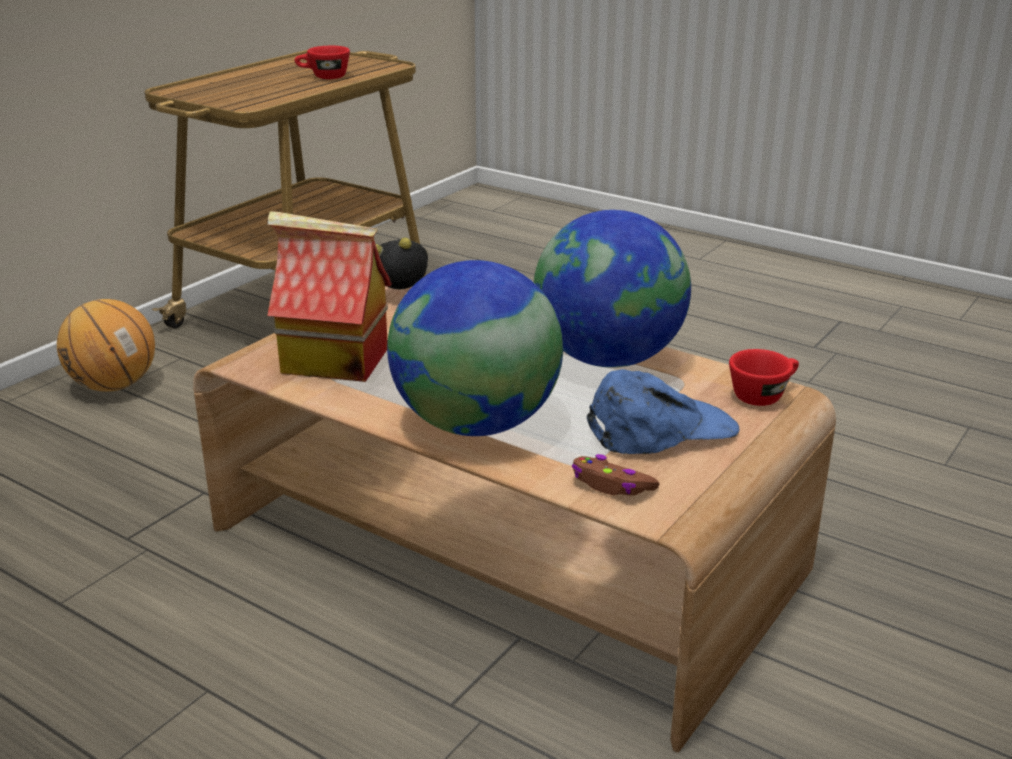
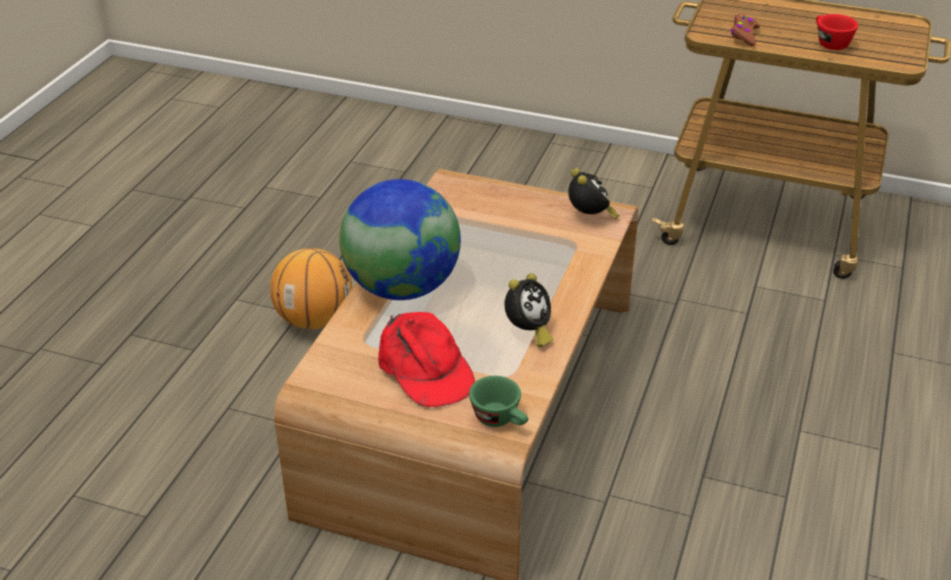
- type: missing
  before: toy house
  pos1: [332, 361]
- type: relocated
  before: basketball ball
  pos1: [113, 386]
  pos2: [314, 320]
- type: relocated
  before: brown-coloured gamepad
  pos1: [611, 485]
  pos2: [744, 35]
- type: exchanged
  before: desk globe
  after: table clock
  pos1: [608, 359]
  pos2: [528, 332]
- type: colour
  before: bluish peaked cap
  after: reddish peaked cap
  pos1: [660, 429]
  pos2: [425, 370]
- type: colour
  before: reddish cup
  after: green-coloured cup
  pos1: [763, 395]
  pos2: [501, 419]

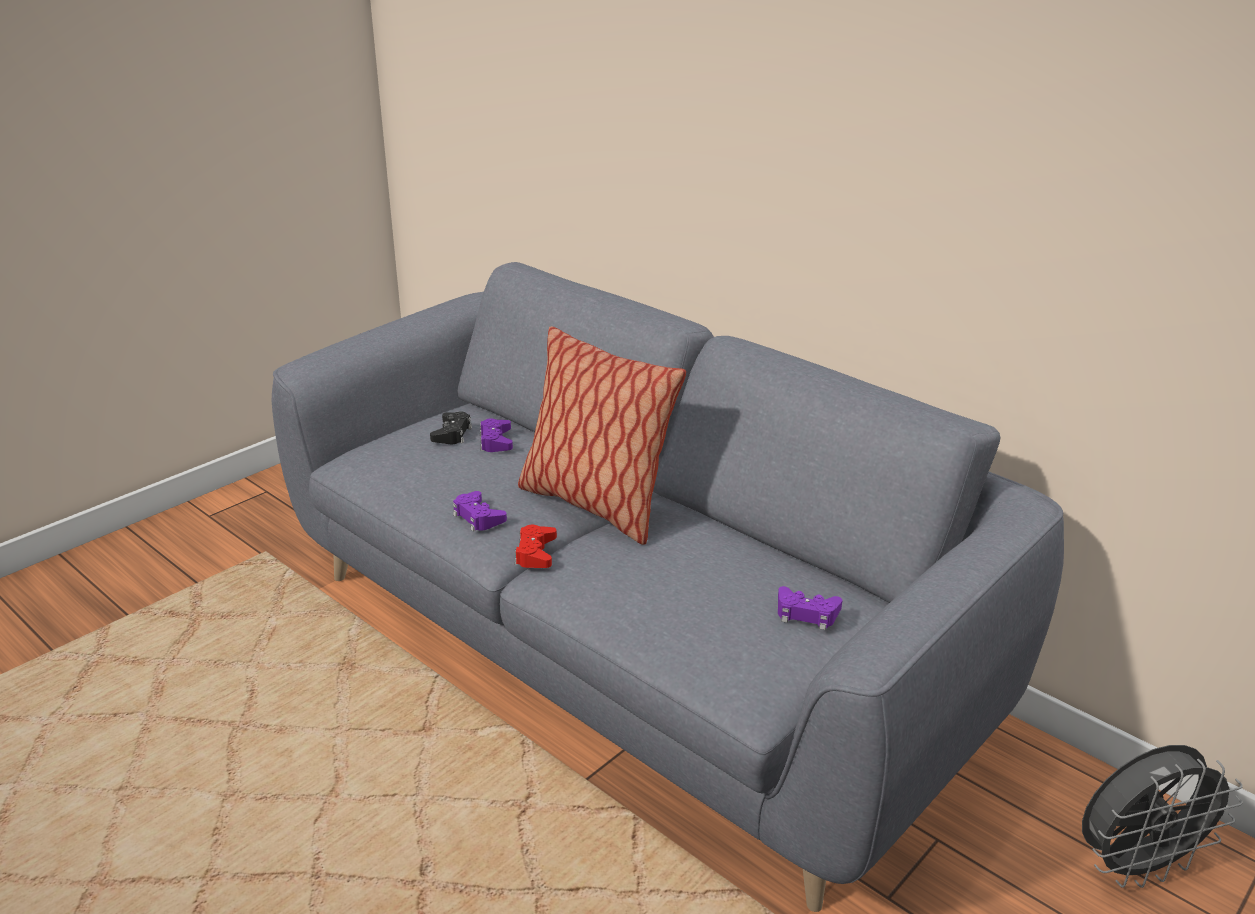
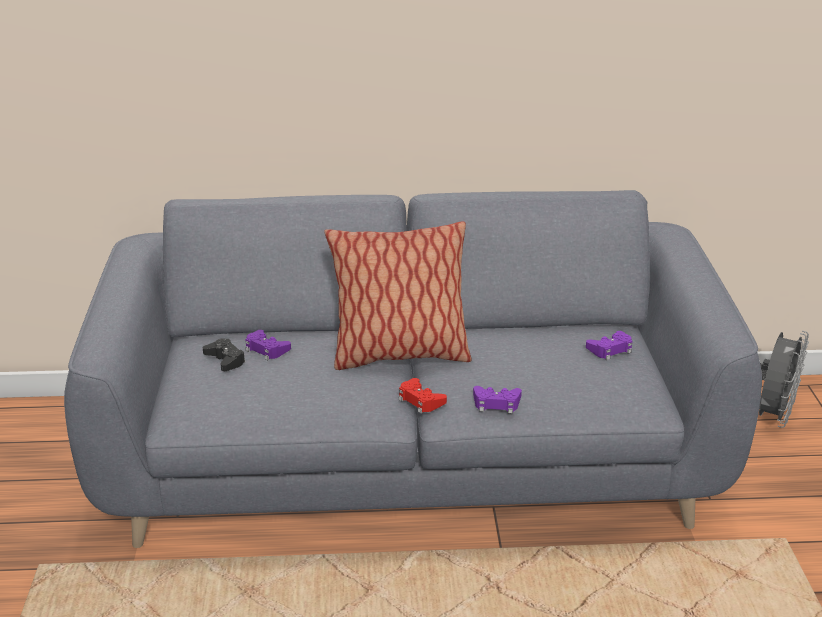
- type: relocated
  before: purple-coloured gamepad
  pos1: [478, 517]
  pos2: [496, 403]

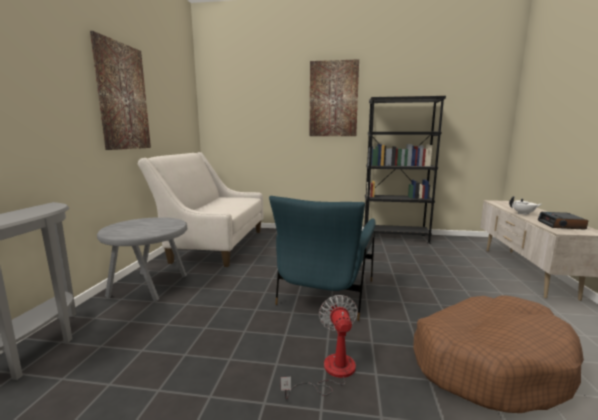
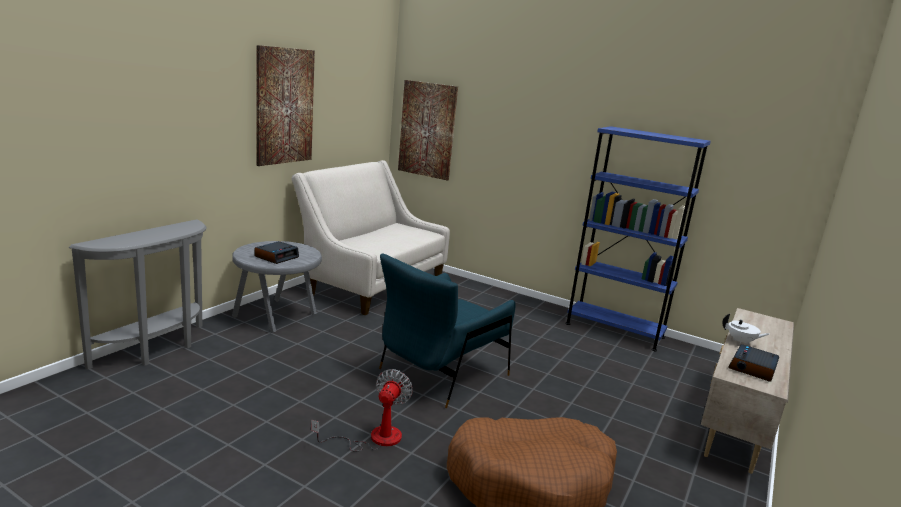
- type: appeared
  after: table clock
  pos2: [276, 257]
- type: relocated
  before: wall picture
  pos1: [333, 99]
  pos2: [427, 130]
- type: colour
  before: blackish bookcase
  after: bluish bookcase
  pos1: [395, 237]
  pos2: [614, 330]

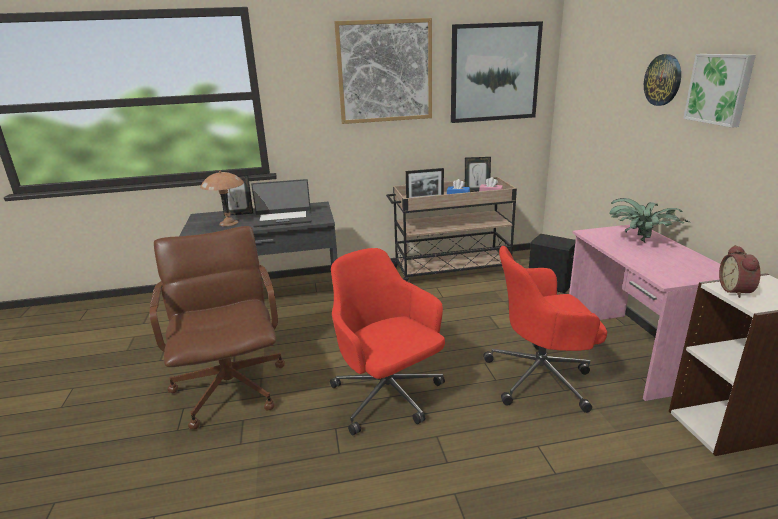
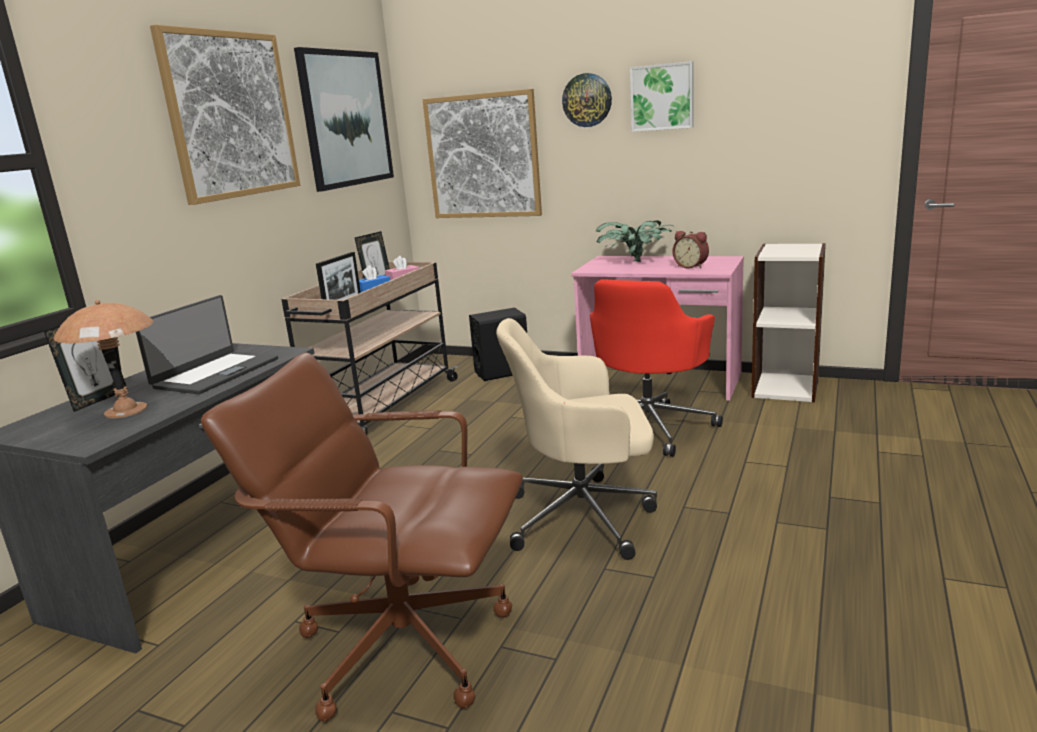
- type: appeared
  after: wall picture
  pos2: [483, 156]
- type: relocated
  before: table clock
  pos1: [737, 291]
  pos2: [691, 266]
- type: colour
  before: reddish computer chair
  after: beige-coloured computer chair
  pos1: [388, 397]
  pos2: [584, 516]

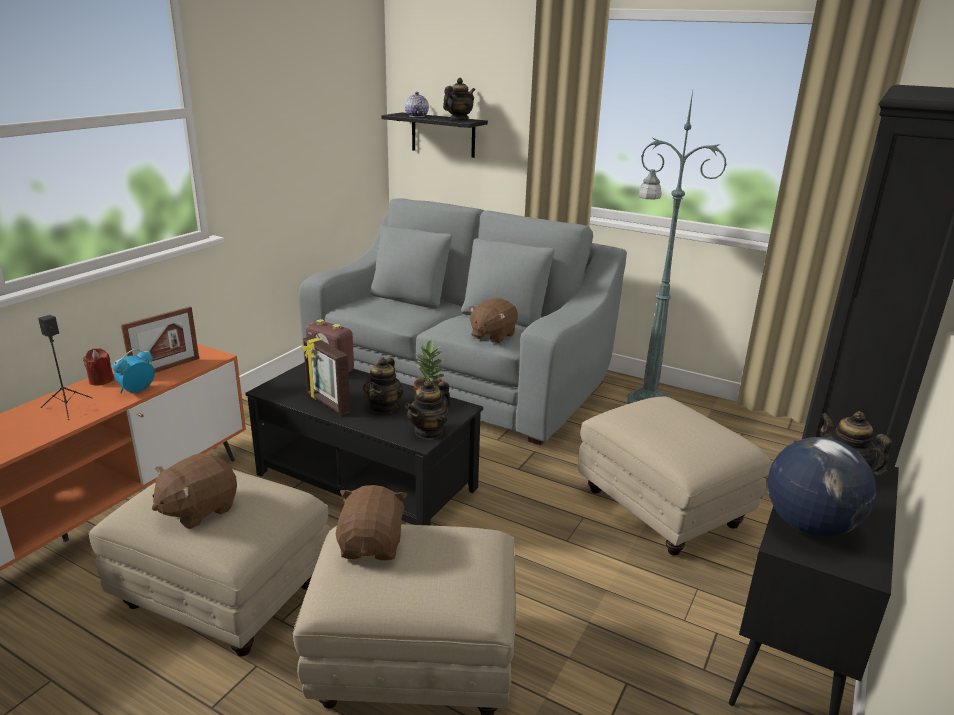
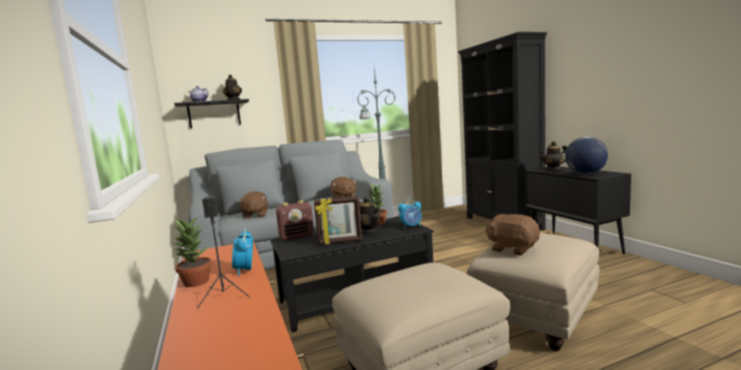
- type: missing
  before: photo frame
  pos1: [166, 368]
- type: missing
  before: beige-coloured footrest
  pos1: [663, 510]
- type: relocated
  before: brown-coloured plush toy
  pos1: [198, 509]
  pos2: [255, 215]
- type: exchanged
  before: reddish wax candle
  after: potted plant
  pos1: [101, 380]
  pos2: [195, 282]
- type: exchanged
  before: tea pot
  after: table clock
  pos1: [429, 432]
  pos2: [411, 226]

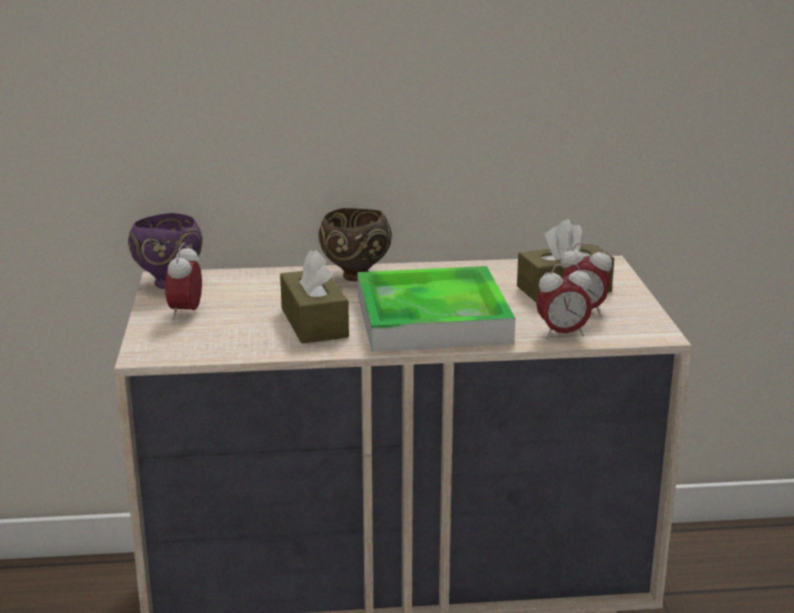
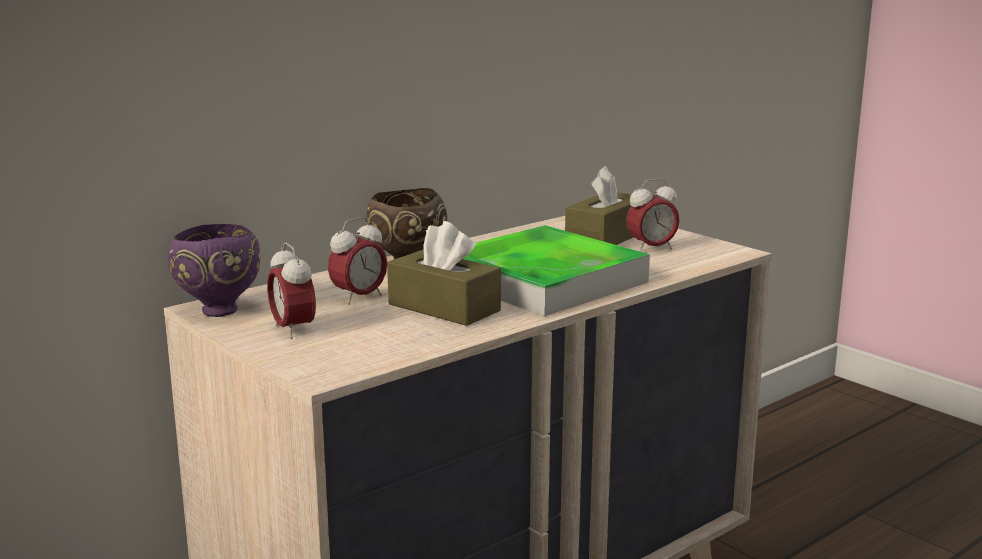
- type: relocated
  before: table clock
  pos1: [562, 334]
  pos2: [359, 298]

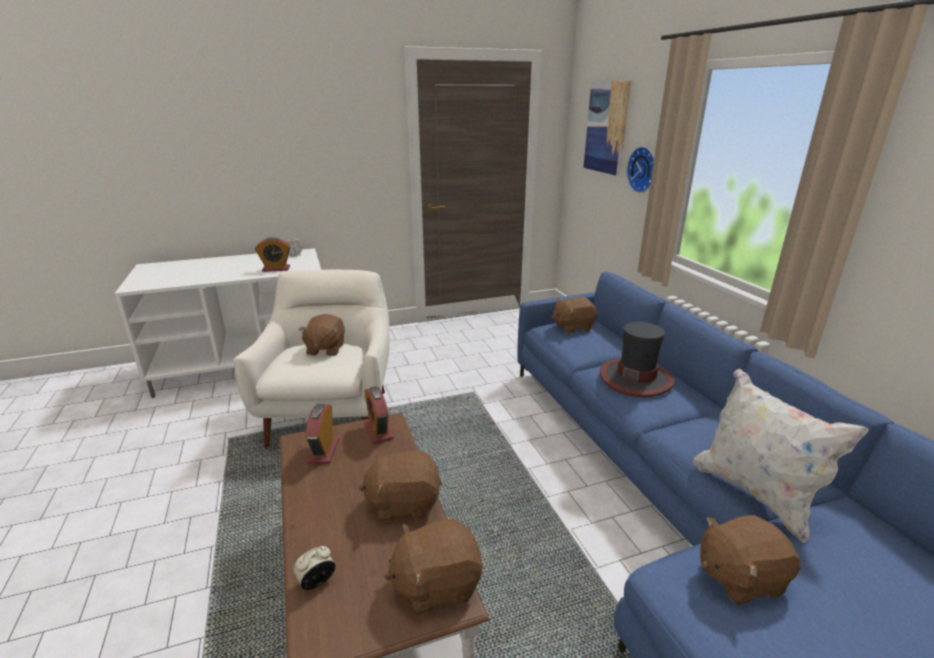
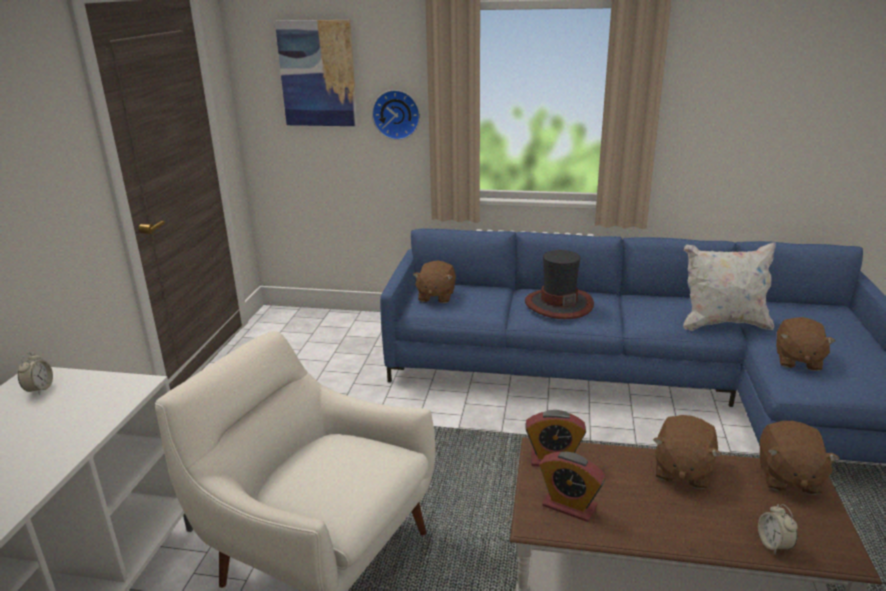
- type: missing
  before: table clock
  pos1: [276, 269]
- type: missing
  before: brown-coloured plush toy
  pos1: [325, 349]

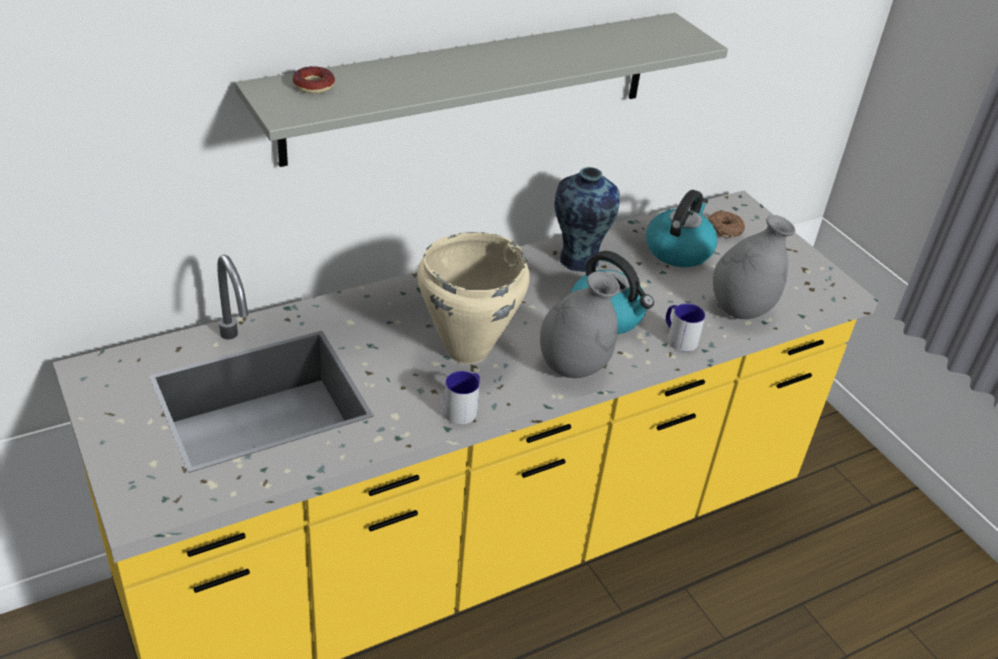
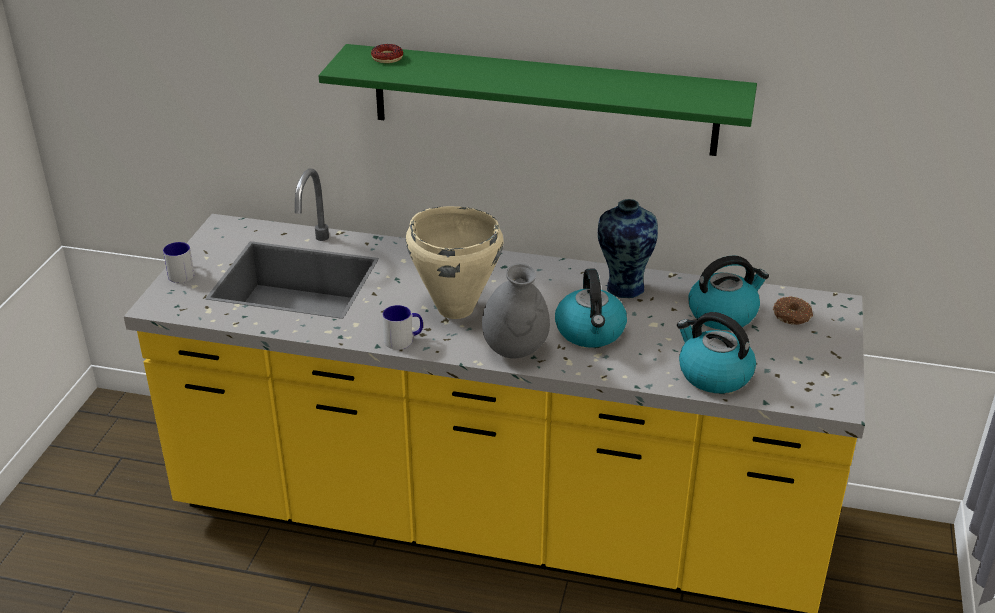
- type: relocated
  before: mug
  pos1: [678, 338]
  pos2: [183, 272]
- type: exchanged
  before: greyish flower vase
  after: kettle
  pos1: [740, 309]
  pos2: [713, 374]
- type: colour
  before: greyish wall shelf
  after: green-coloured wall shelf
  pos1: [472, 87]
  pos2: [543, 100]

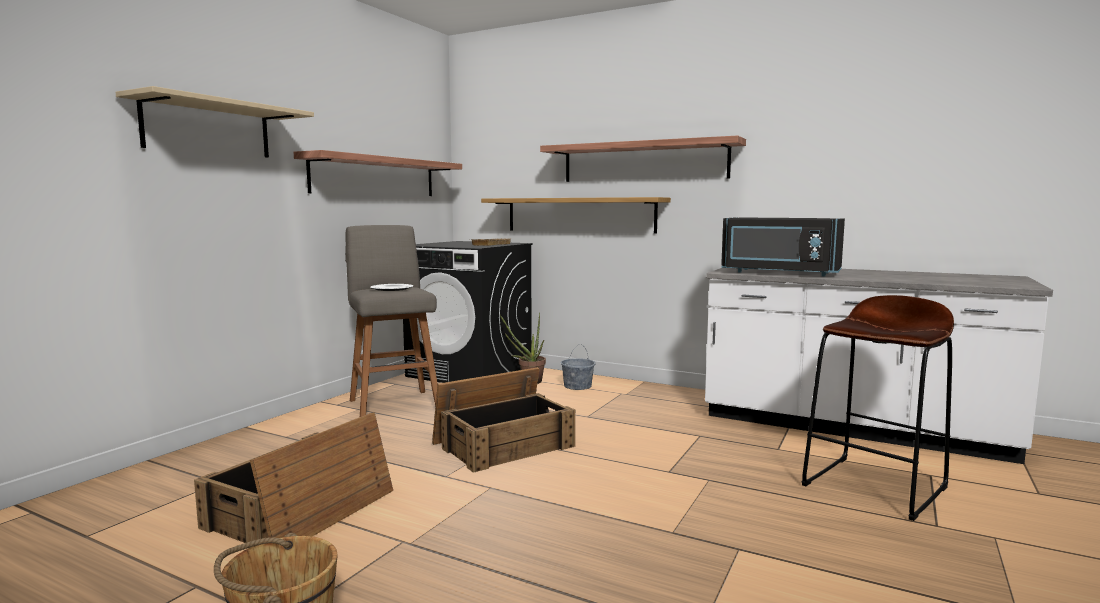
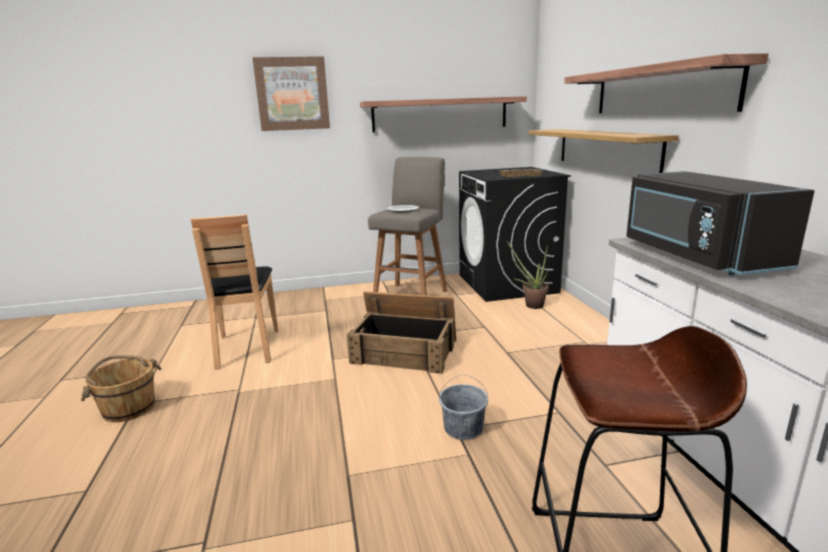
- type: relocated
  before: greyish pail
  pos1: [577, 386]
  pos2: [464, 428]
- type: exchanged
  before: beige-coloured wall shelf
  after: wall picture
  pos1: [208, 129]
  pos2: [292, 94]
- type: exchanged
  before: packing crate
  after: brown-coloured chair
  pos1: [301, 510]
  pos2: [247, 348]

